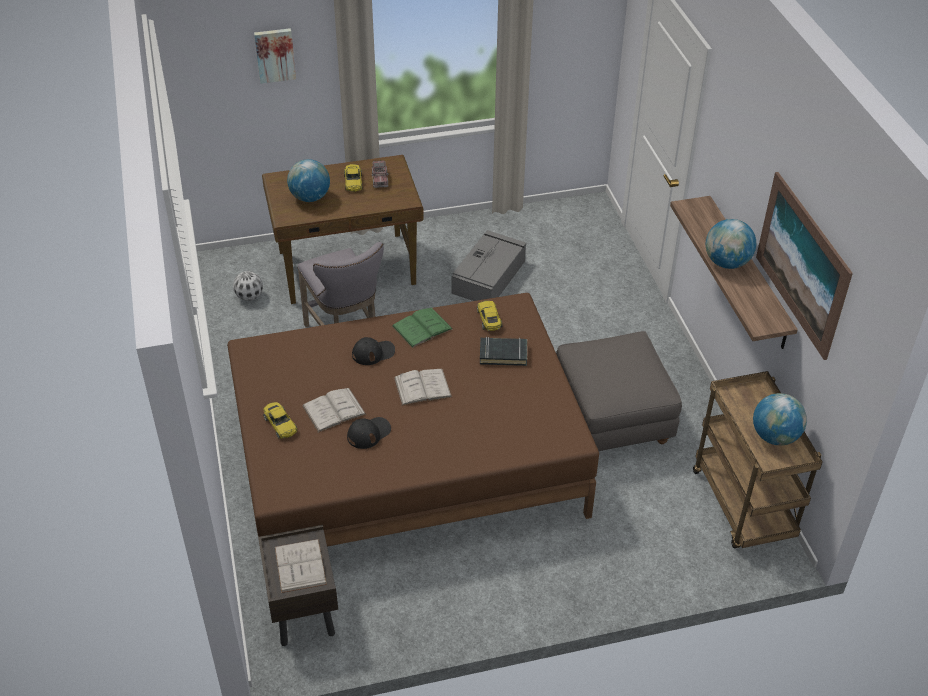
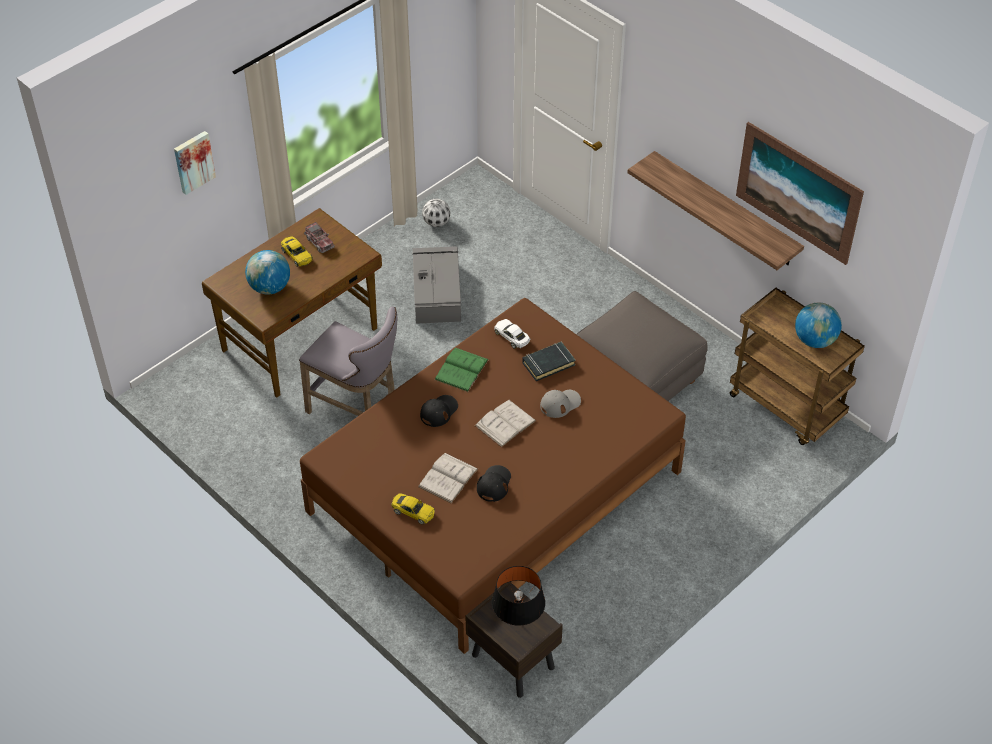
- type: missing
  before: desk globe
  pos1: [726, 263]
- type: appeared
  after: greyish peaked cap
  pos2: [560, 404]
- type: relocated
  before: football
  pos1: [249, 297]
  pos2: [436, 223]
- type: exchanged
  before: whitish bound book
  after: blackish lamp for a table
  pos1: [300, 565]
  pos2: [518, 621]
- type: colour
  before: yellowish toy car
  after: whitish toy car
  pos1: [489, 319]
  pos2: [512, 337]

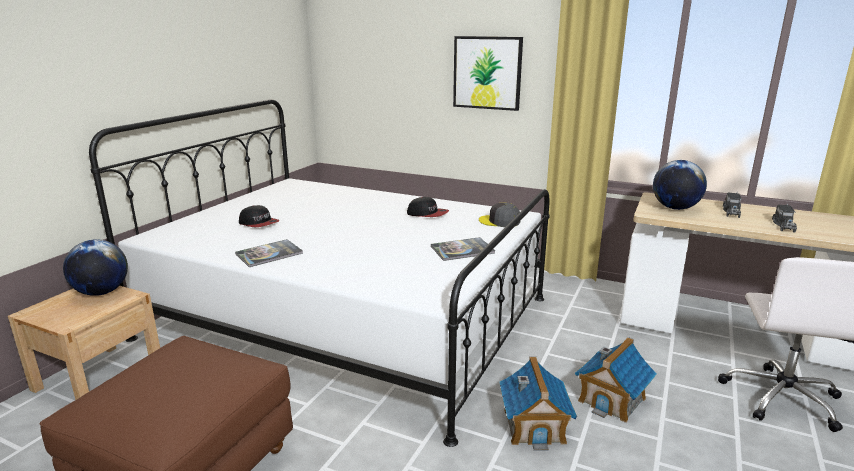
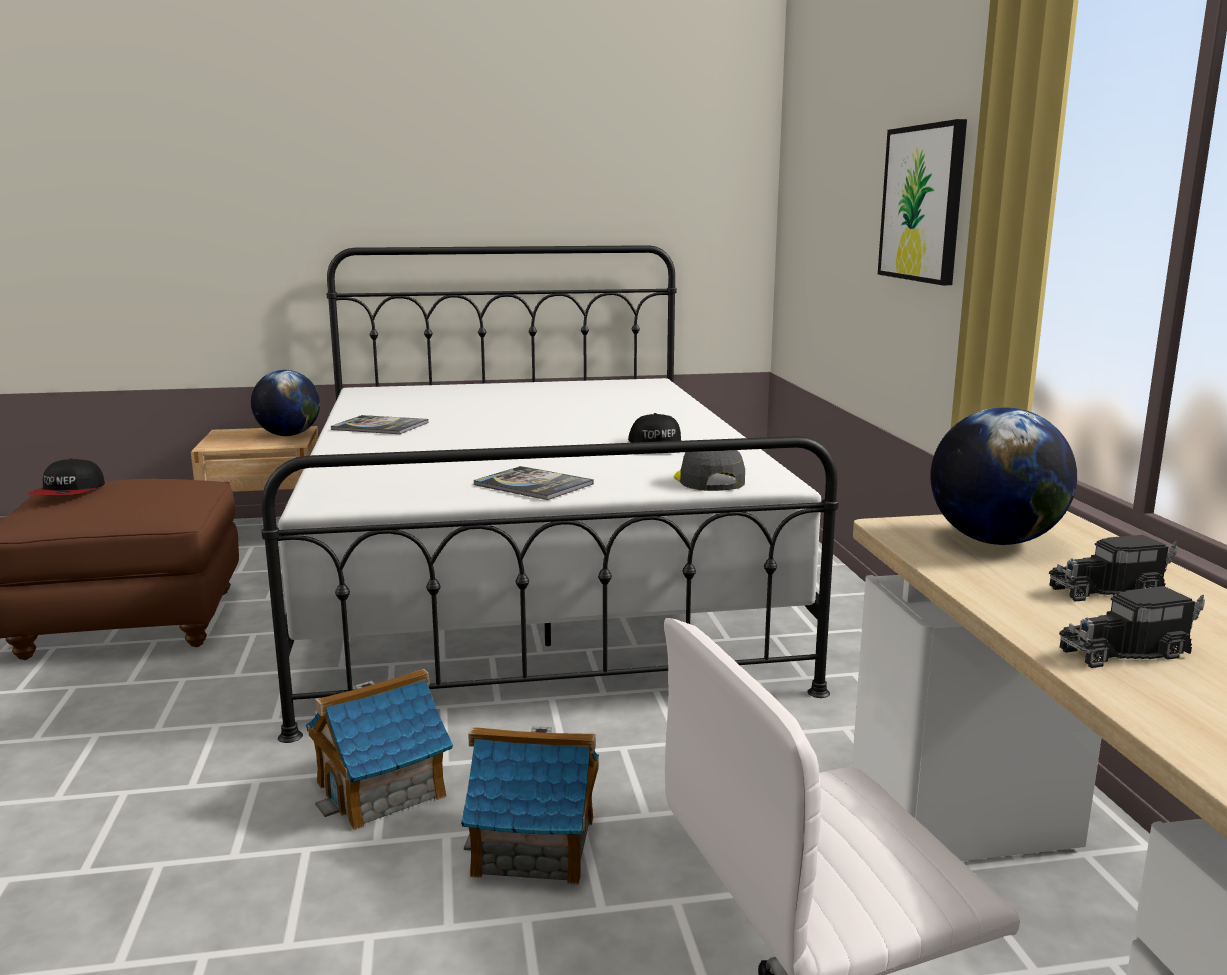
- type: relocated
  before: peaked cap
  pos1: [259, 223]
  pos2: [68, 492]

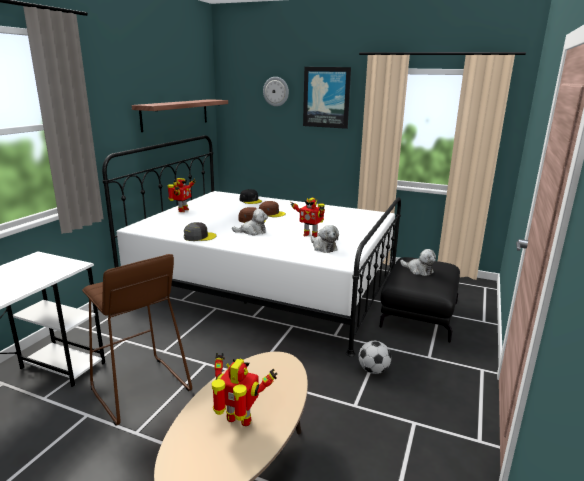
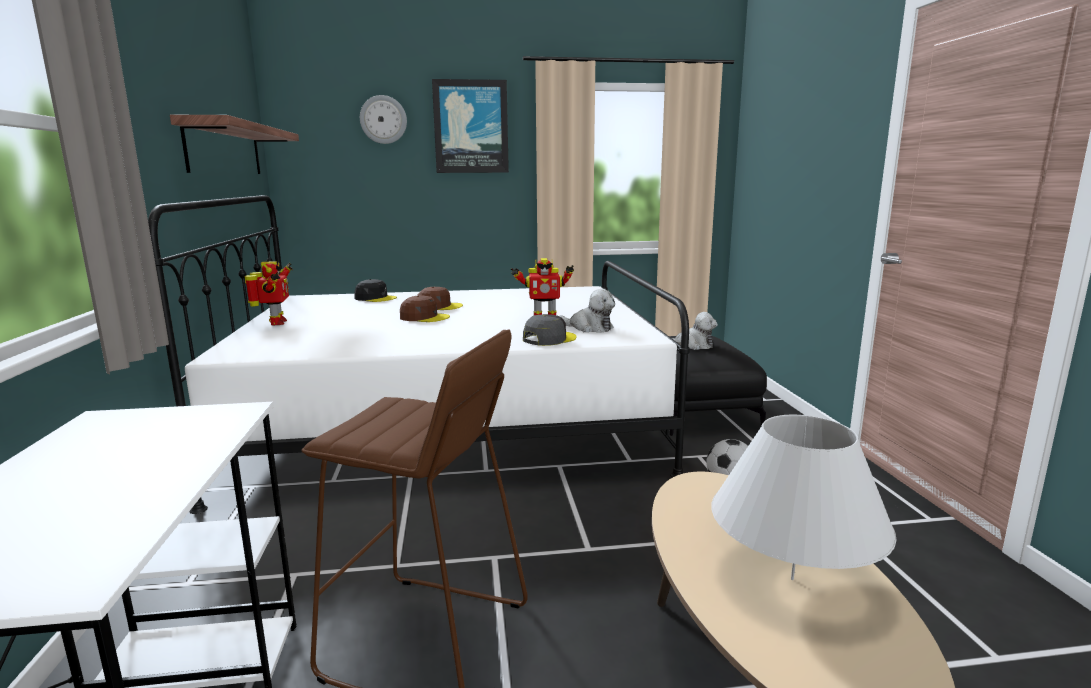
- type: missing
  before: plush toy
  pos1: [252, 232]
- type: relocated
  before: greyish peaked cap
  pos1: [199, 236]
  pos2: [549, 339]
- type: exchanged
  before: toy robot
  after: whitish lamp for a table
  pos1: [239, 421]
  pos2: [791, 579]

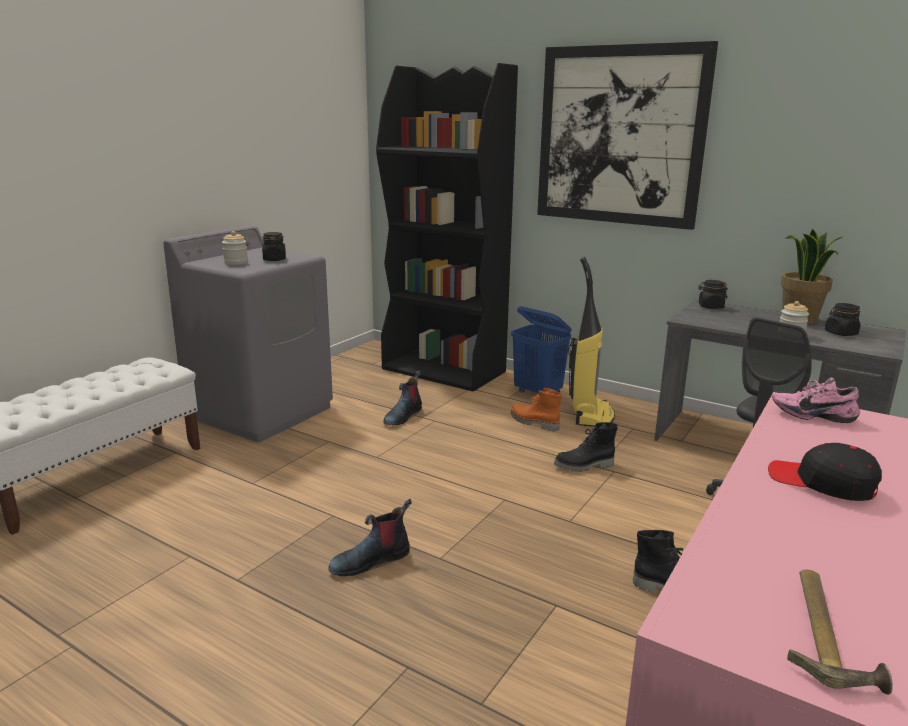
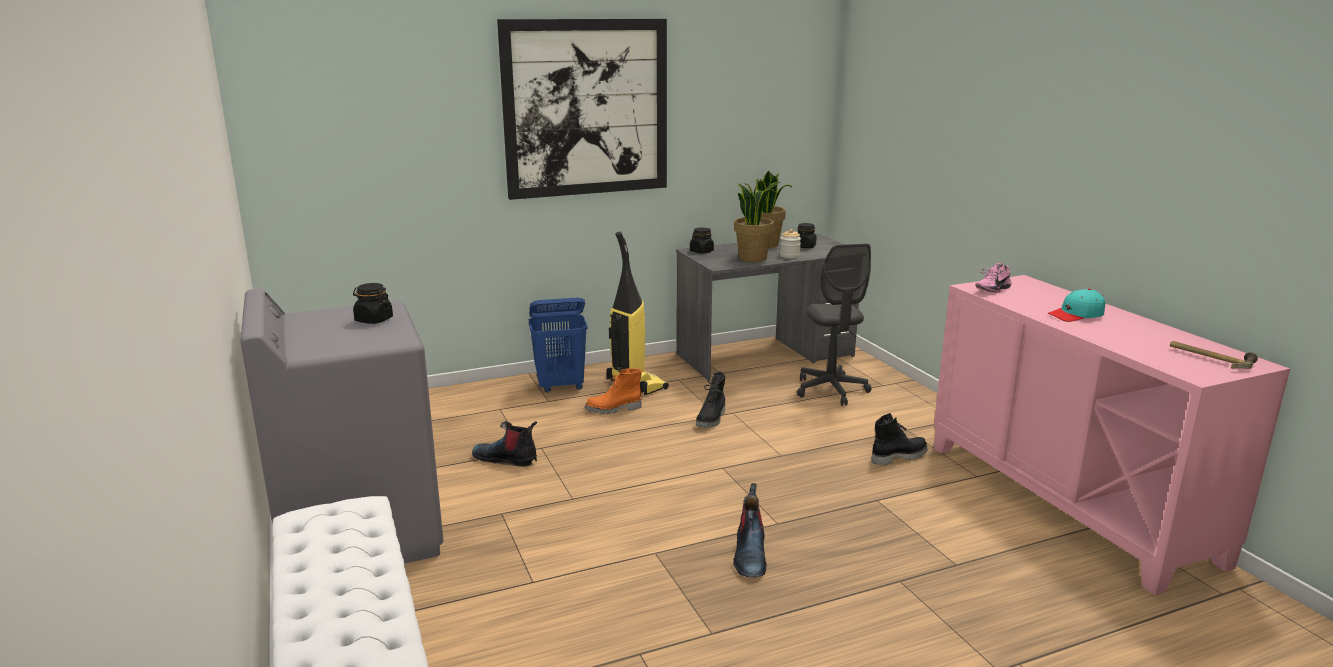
- type: missing
  before: storage jar
  pos1: [236, 262]
- type: missing
  before: blackish bookcase
  pos1: [445, 370]
- type: appeared
  after: potted plant
  pos2: [753, 258]
- type: colour
  before: blackish peaked cap
  after: turquoise-coloured peaked cap
  pos1: [822, 483]
  pos2: [1076, 315]
- type: spun
  before: high-top boot
  pos1: [403, 416]
  pos2: [506, 459]
  turn: 135

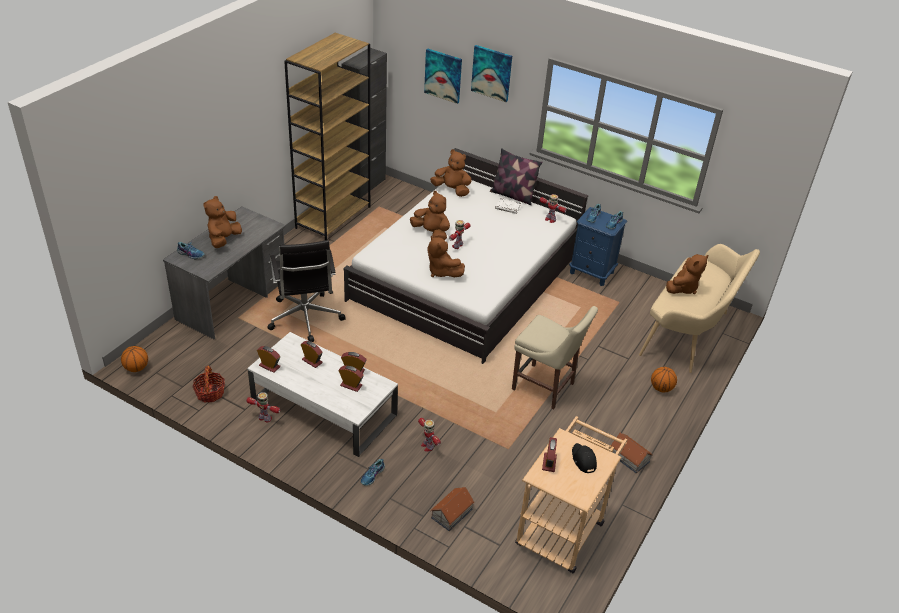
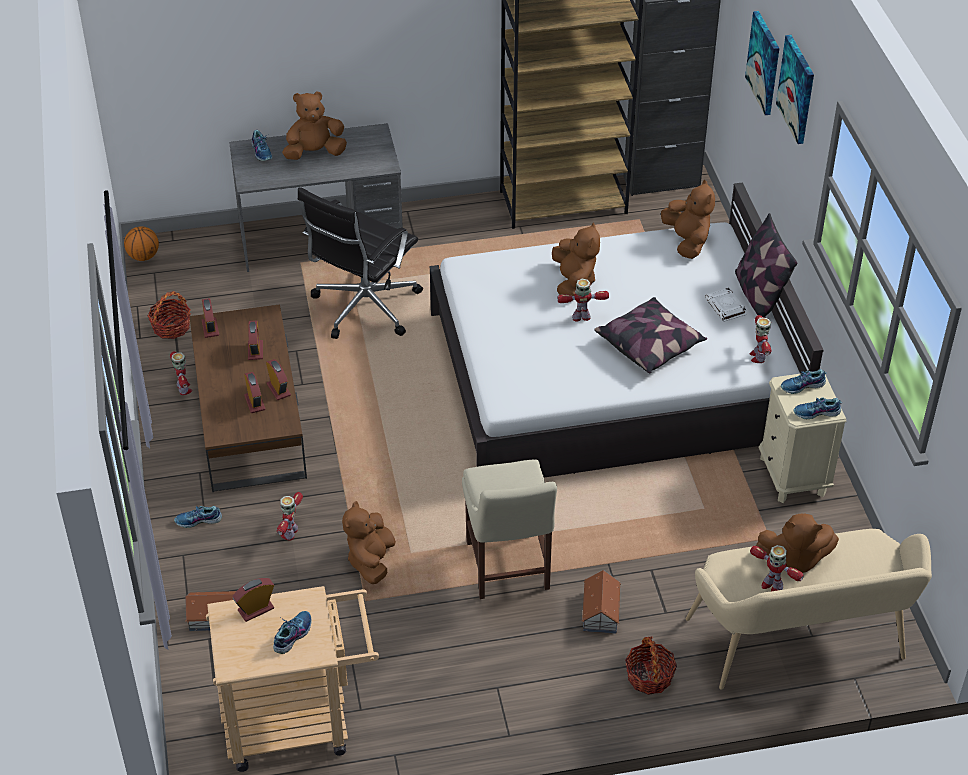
- type: appeared
  after: throw pillow
  pos2: [650, 345]
- type: appeared
  after: toy robot
  pos2: [771, 585]
- type: relocated
  before: brown-coloured plush toy
  pos1: [442, 272]
  pos2: [371, 561]
- type: relocated
  before: toy house
  pos1: [629, 458]
  pos2: [600, 612]
- type: exchanged
  before: blackish peaked cap
  after: low shoe
  pos1: [583, 460]
  pos2: [292, 635]
- type: exchanged
  before: basketball ball
  after: household basket
  pos1: [661, 388]
  pos2: [649, 677]
- type: colour
  before: whitish low table
  after: brown-coloured low table
  pos1: [323, 407]
  pos2: [249, 417]
- type: colour
  before: bluish night table
  after: beige-coloured night table
  pos1: [591, 272]
  pos2: [793, 476]

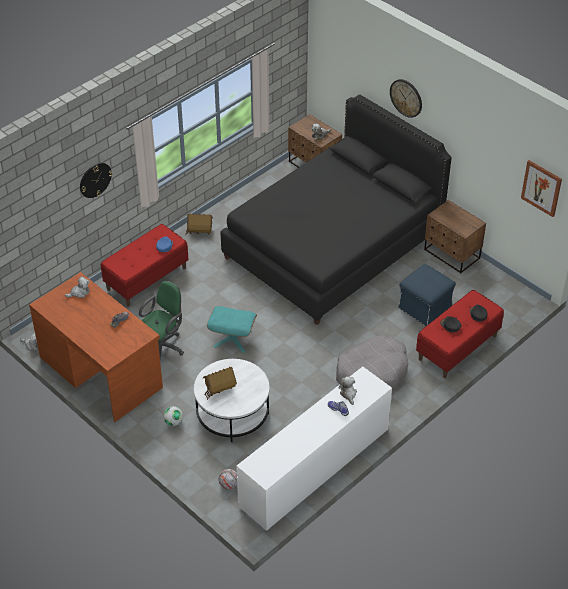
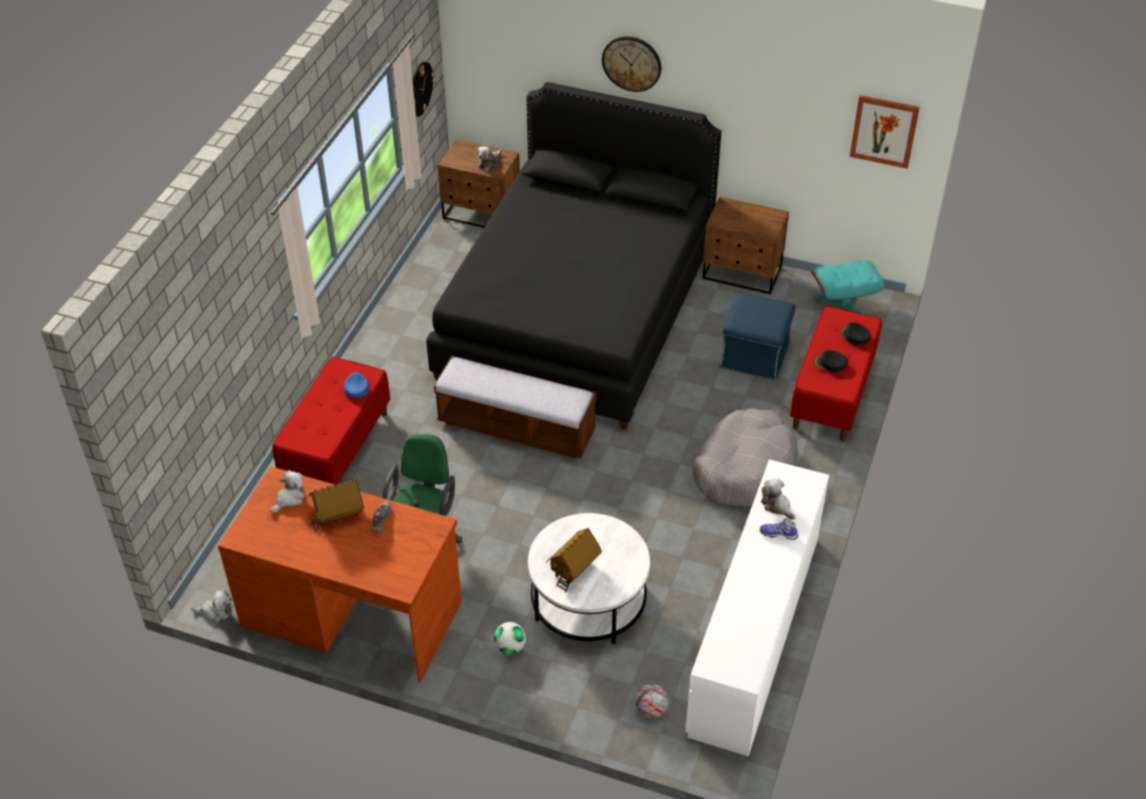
- type: appeared
  after: indoor bench
  pos2: [516, 428]
- type: relocated
  before: hanging clock
  pos1: [95, 180]
  pos2: [419, 89]
- type: relocated
  before: toy house
  pos1: [200, 231]
  pos2: [338, 515]
- type: relocated
  before: turquoise-coloured footrest
  pos1: [232, 338]
  pos2: [842, 306]

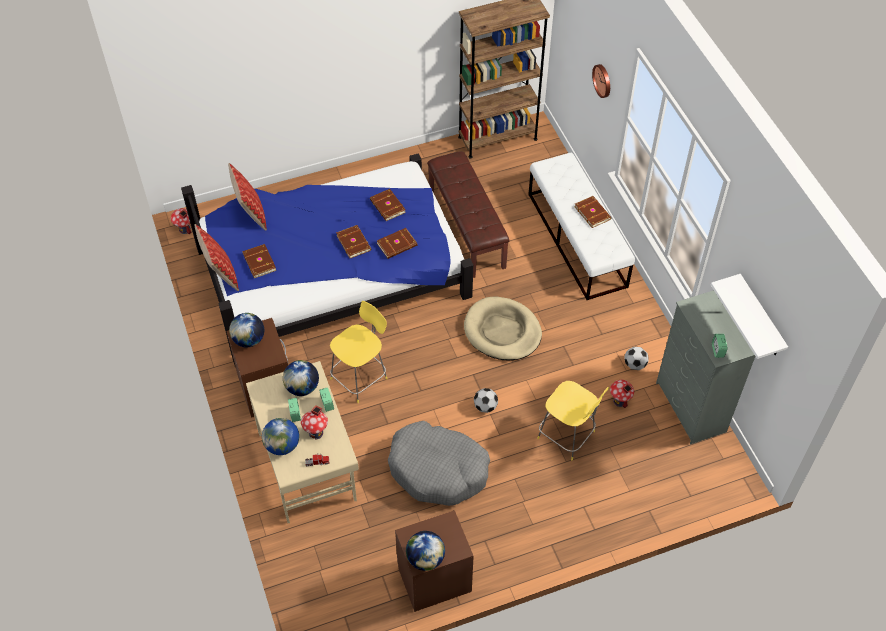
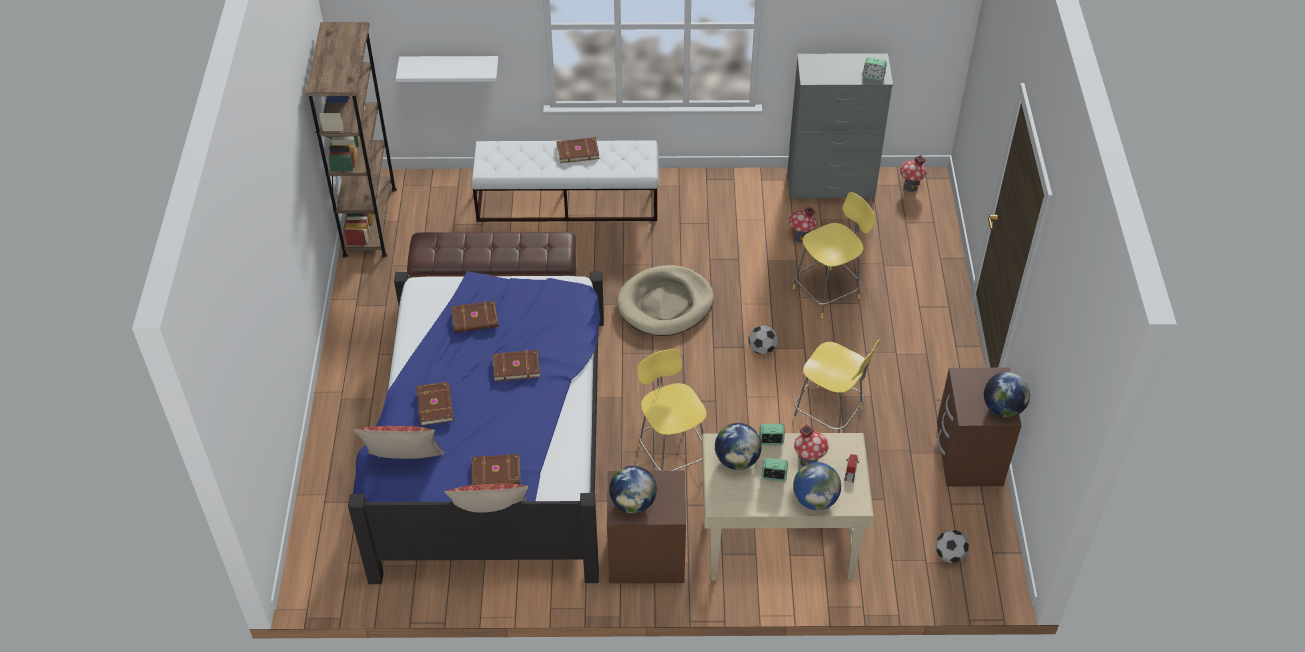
- type: missing
  before: hanging clock
  pos1: [603, 80]
- type: relocated
  before: toy house
  pos1: [184, 229]
  pos2: [910, 187]
- type: relocated
  before: brown-coloured bound book
  pos1: [397, 245]
  pos2: [436, 405]
- type: relocated
  before: football
  pos1: [635, 365]
  pos2: [949, 555]
- type: relocated
  before: whitish wall shelf
  pos1: [760, 318]
  pos2: [450, 68]
- type: exchanged
  before: greyish dog bed
  after: yellowish sitting stool
  pos1: [438, 469]
  pos2: [830, 415]

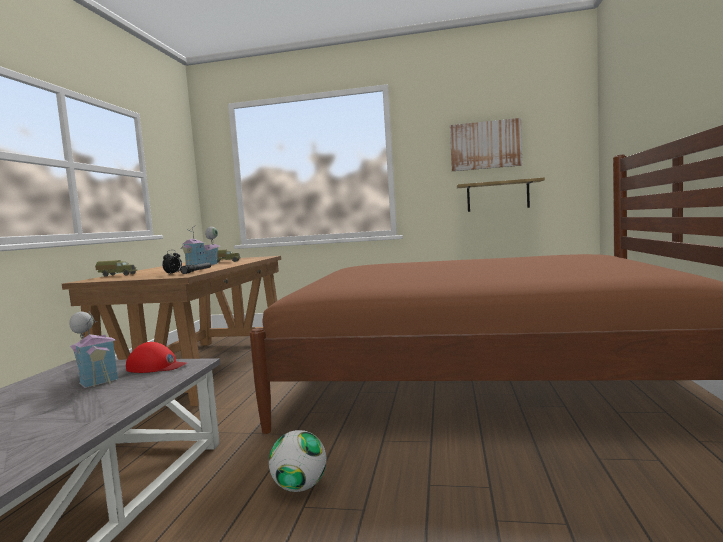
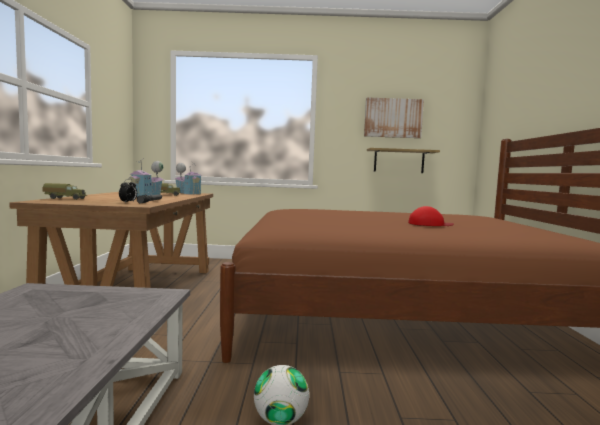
- type: relocated
  before: toy house
  pos1: [95, 378]
  pos2: [188, 193]
- type: relocated
  before: reddish peaked cap
  pos1: [156, 366]
  pos2: [429, 224]

